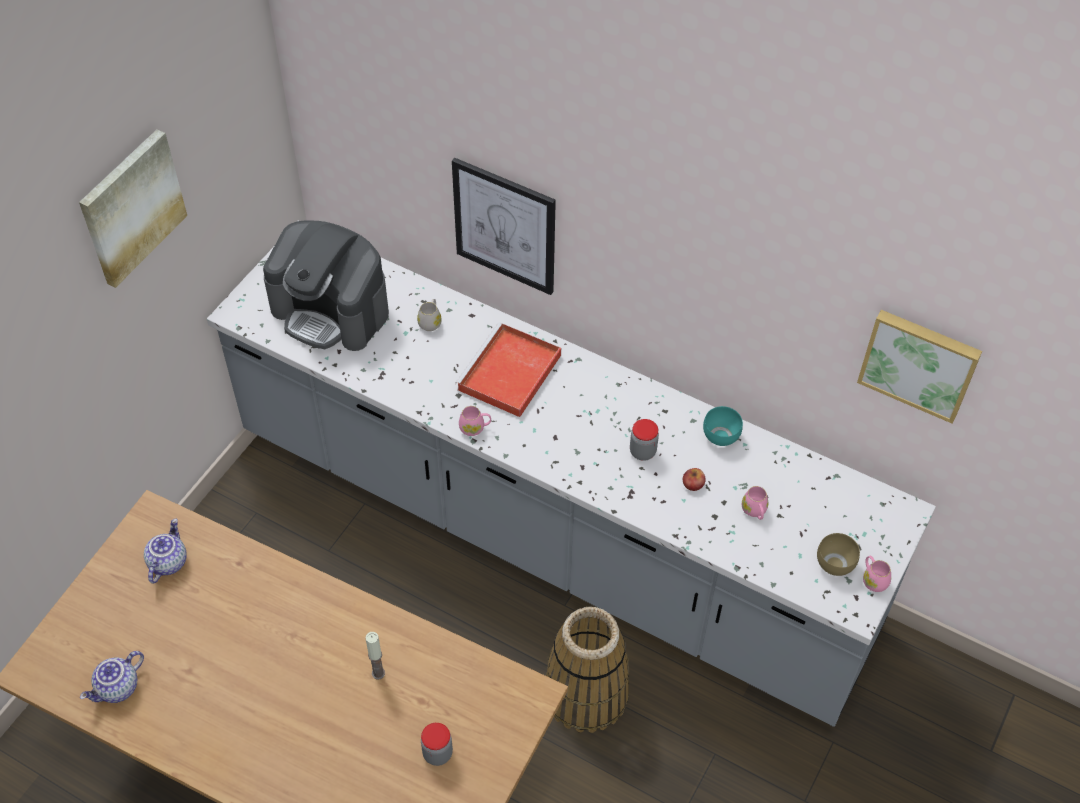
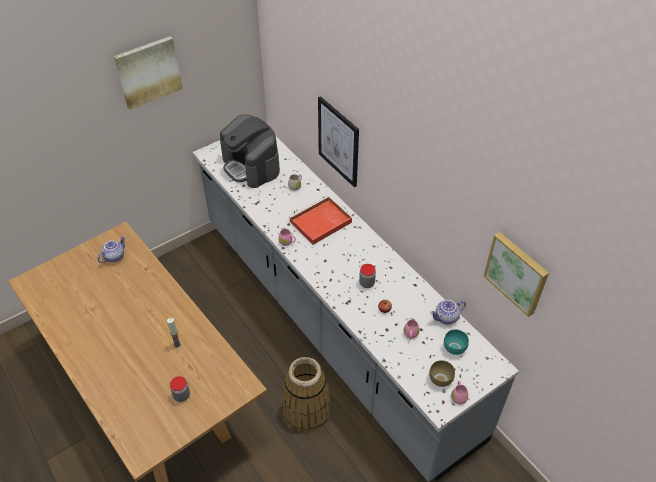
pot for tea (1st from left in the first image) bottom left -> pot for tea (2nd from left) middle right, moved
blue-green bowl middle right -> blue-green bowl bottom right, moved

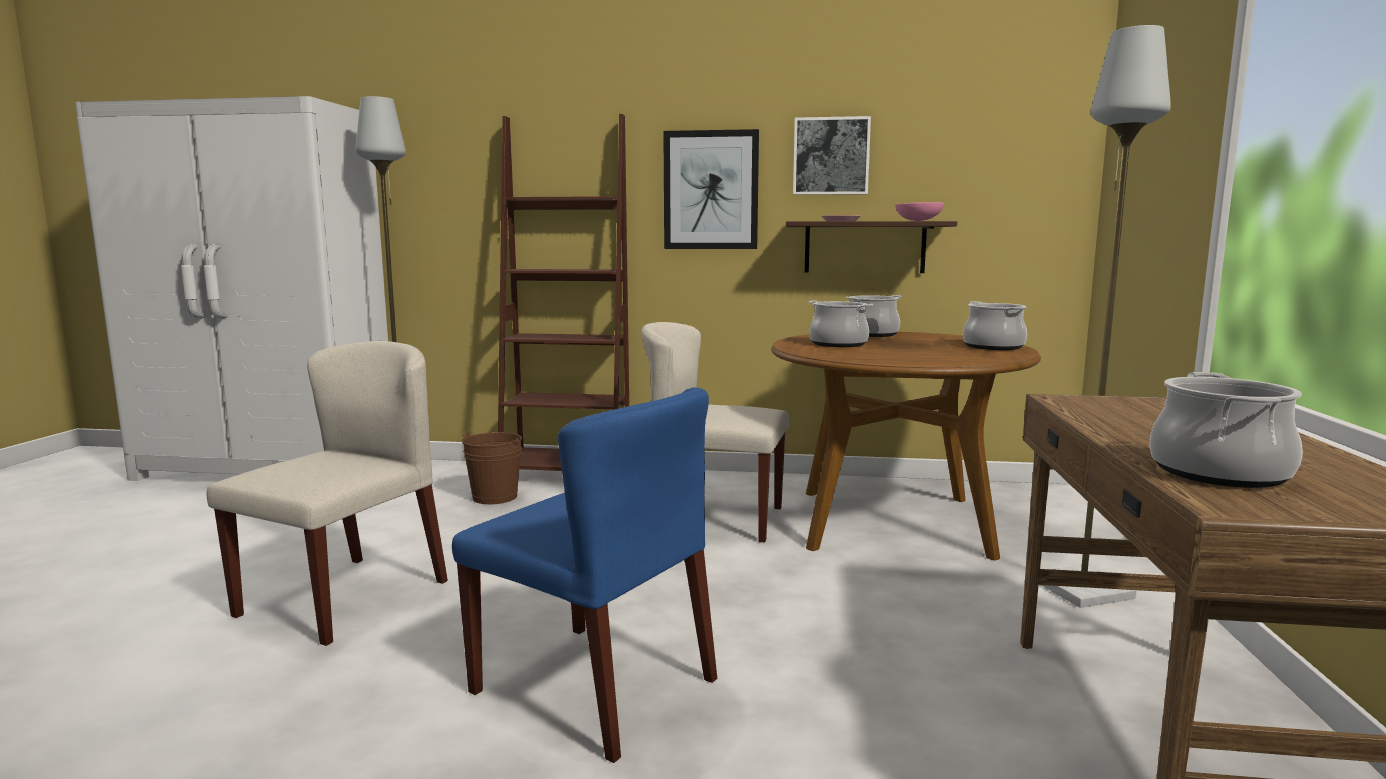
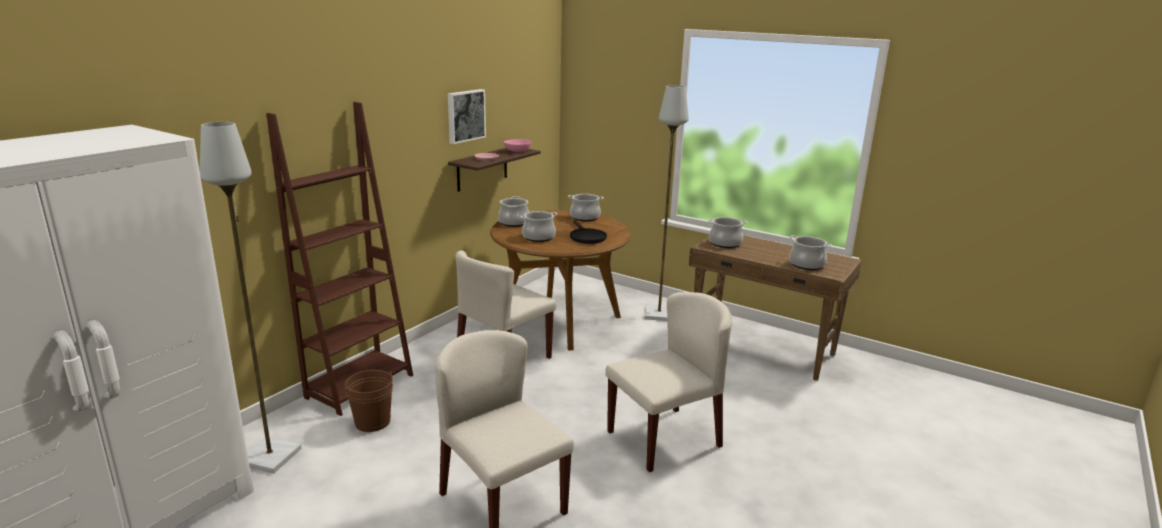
blue-coloured plain chair bottom centre -> beige plain chair (3rd from left) bottom centre
wall art (1st from left) top centre -> none
none -> black-coloured pan centre
none -> stockpot (4th from left) centre

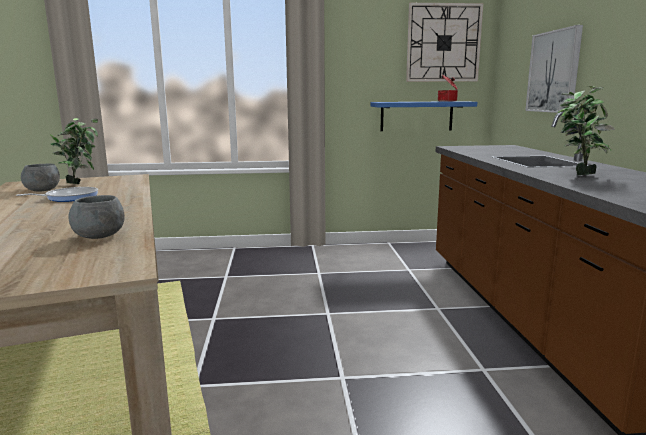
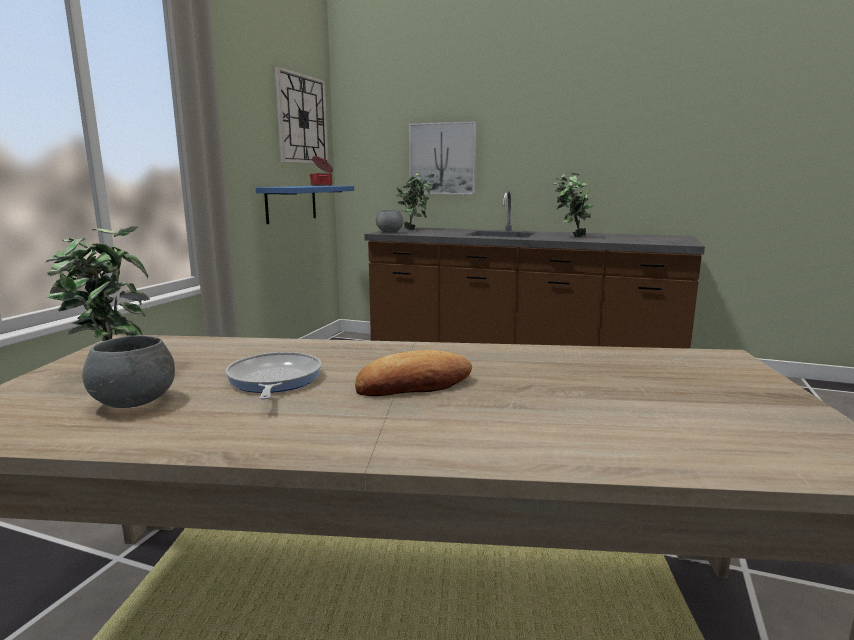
greyish bowl (2nd from left) middle left -> greyish bowl (2nd from left) centre, moved
none -> bakery bread centre
none -> plant in a pot (2nd from left) top centre

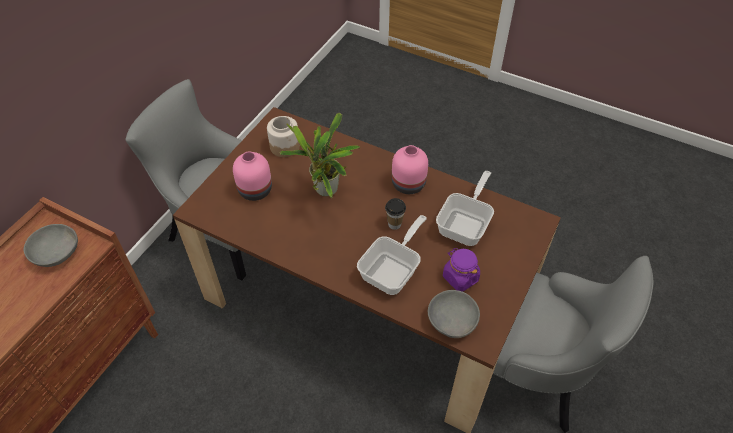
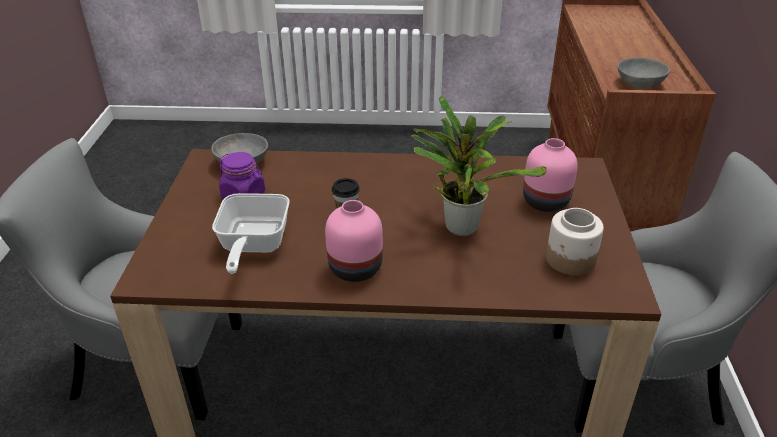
pan (1st from left) centre -> none

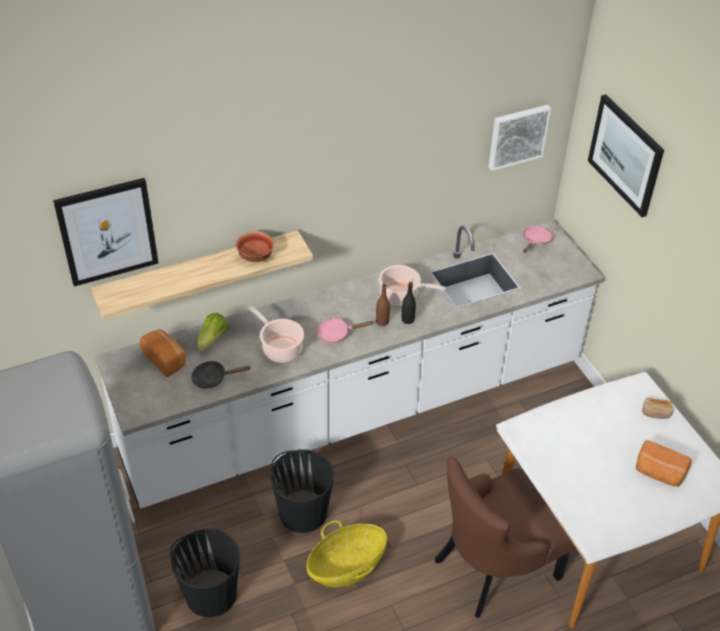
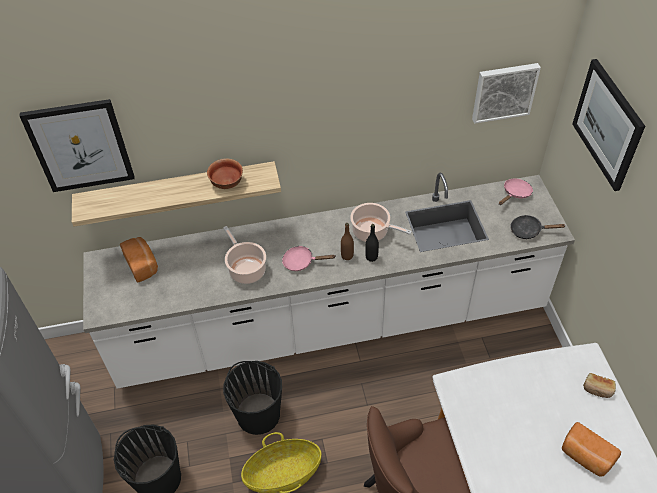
black-coloured pan middle left -> black-coloured pan middle right, moved
lettuce head middle left -> none

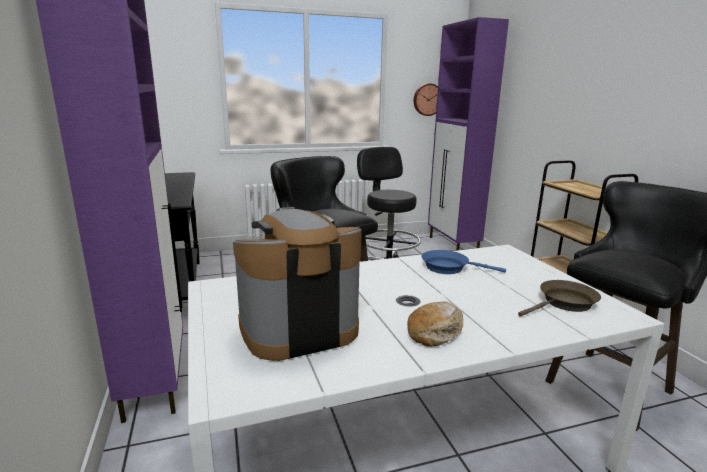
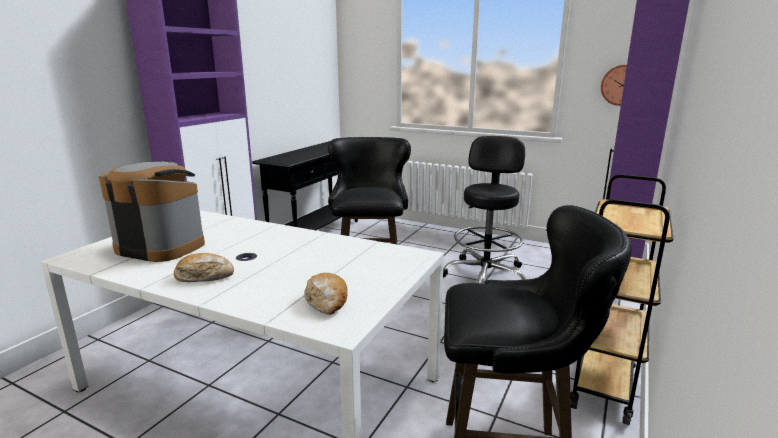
blue-coloured pan centre -> none
brown-coloured pan middle right -> bakery bread (2nd from left) bottom centre

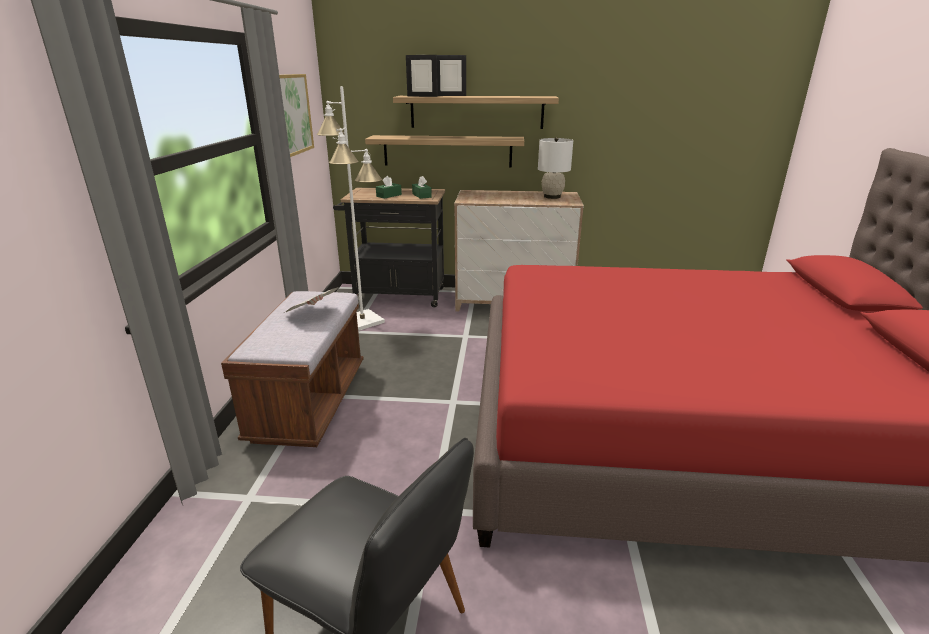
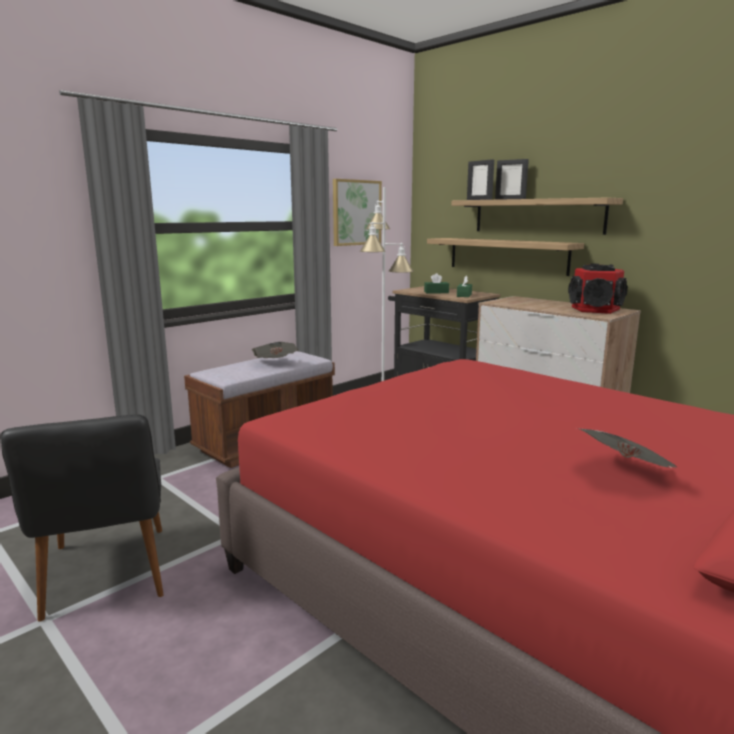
white-coloured lamp for a table top centre -> speaker middle right
none -> daily paper (2nd from left) middle right

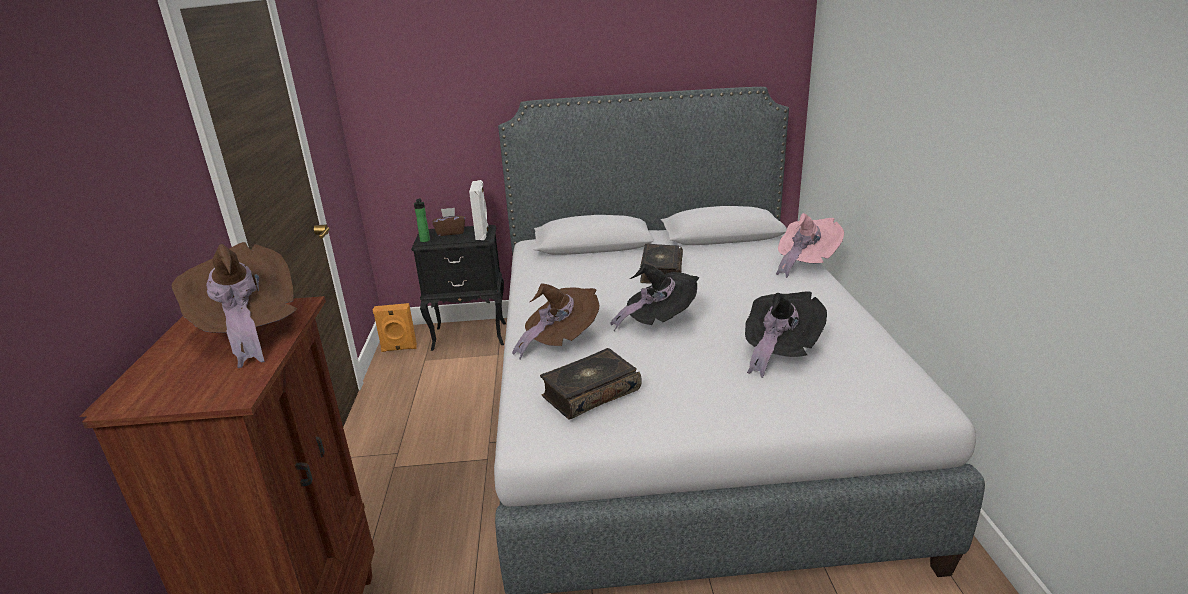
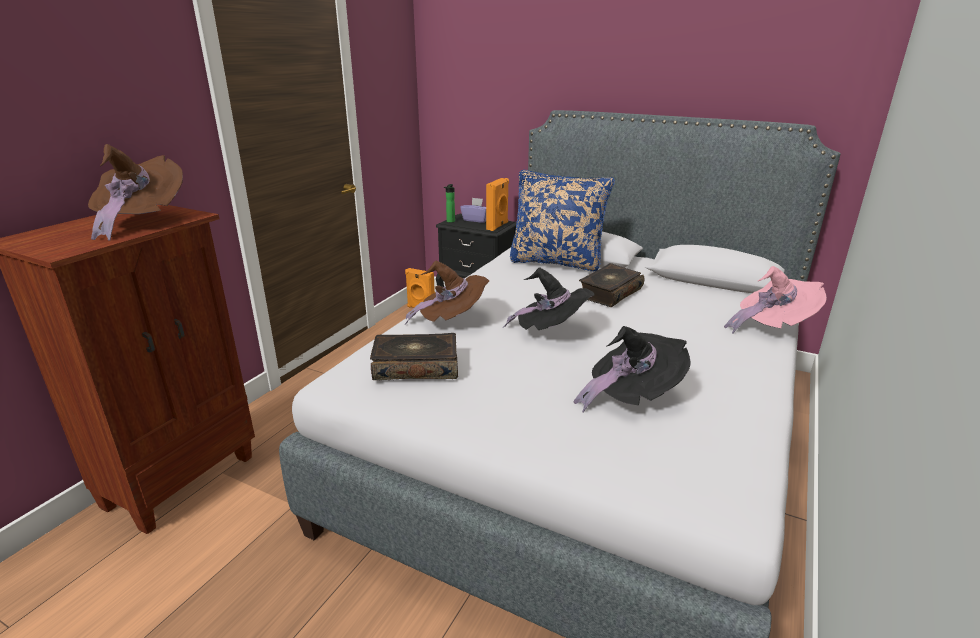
brown-coloured box of tissues centre -> purple-coloured box of tissues top centre
white-coloured speaker centre -> orange speaker (2nd from left) top centre
none -> blue-coloured pillow centre

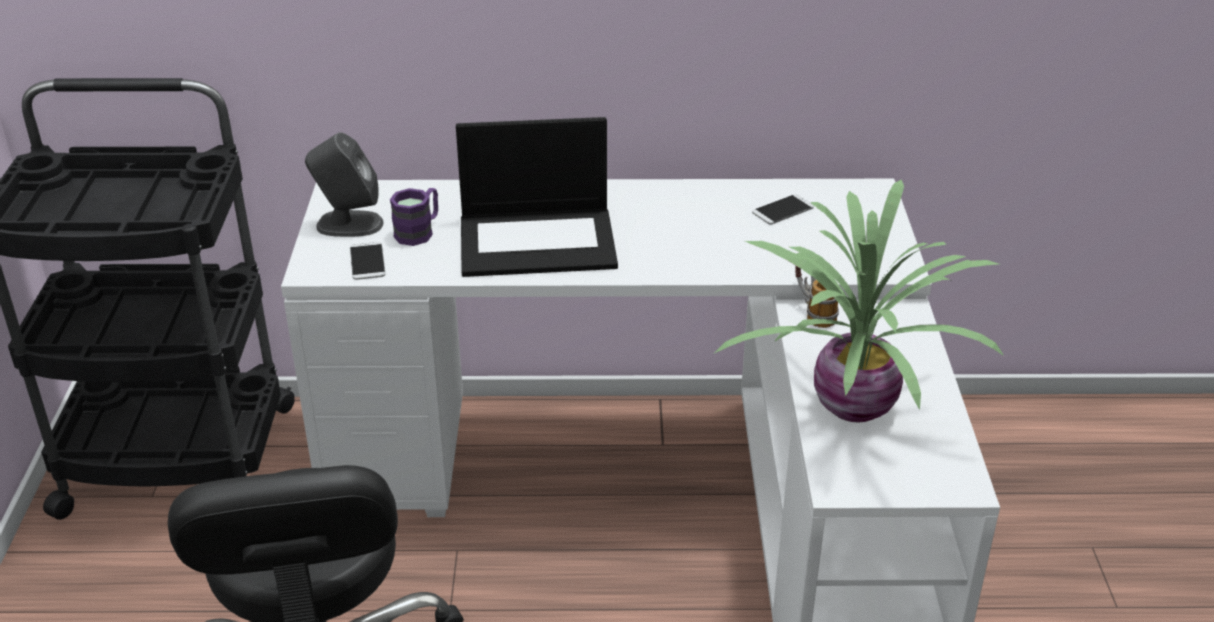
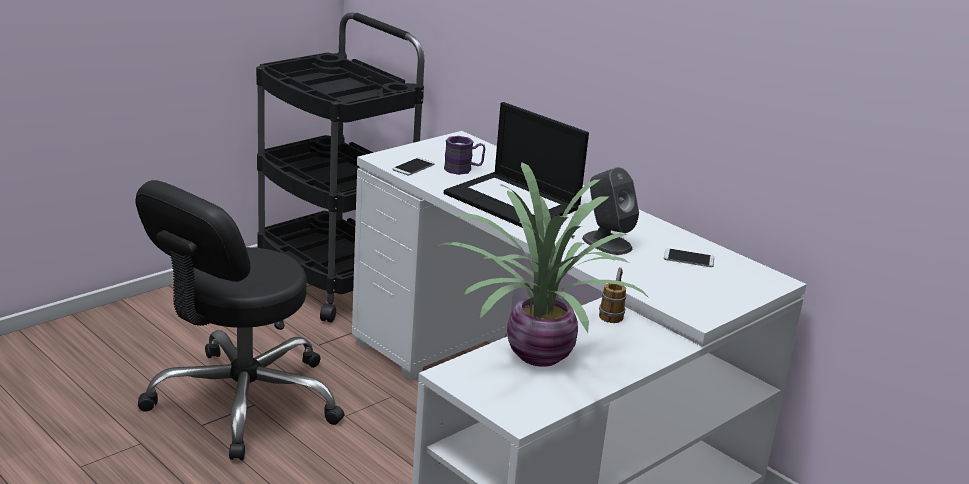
greyish speaker top left -> greyish speaker centre, moved

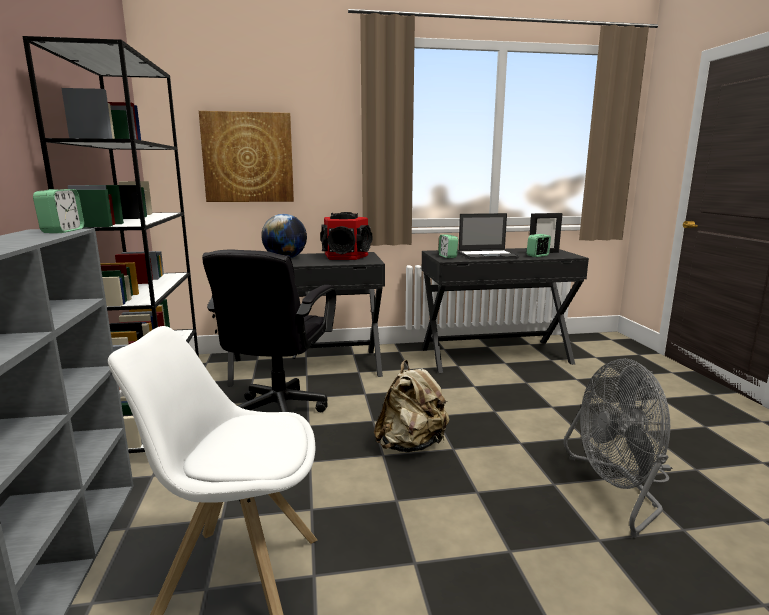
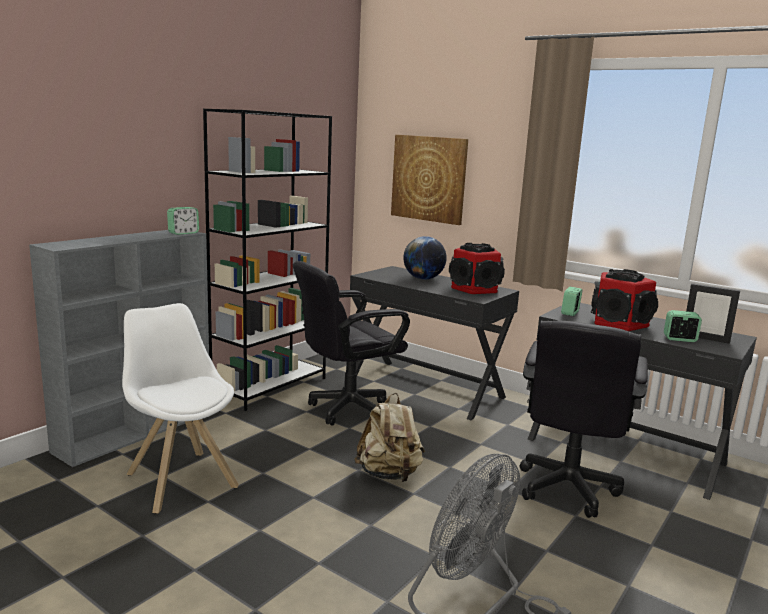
portable computer centre -> speaker (2nd from left) middle right
none -> black-coloured office chair (2nd from left) bottom right

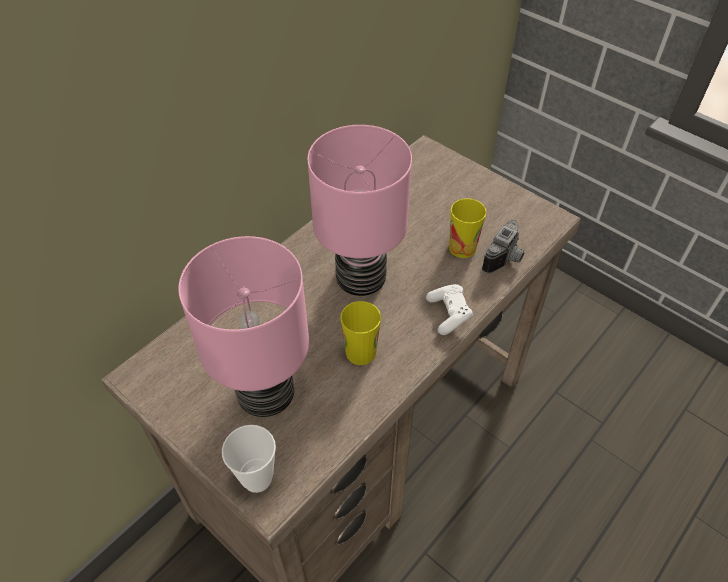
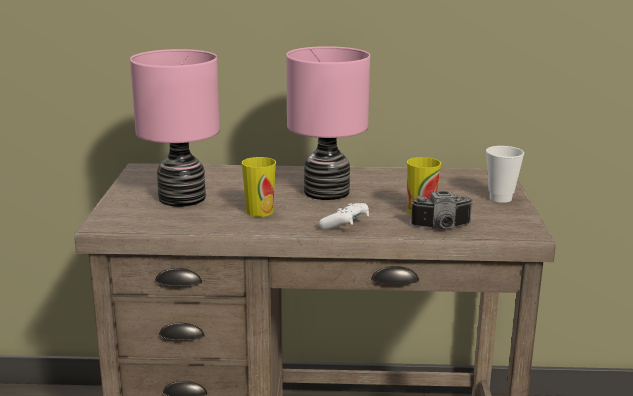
small cup (1st from left in the first image) bottom centre -> small cup (3rd from left) middle right, moved

